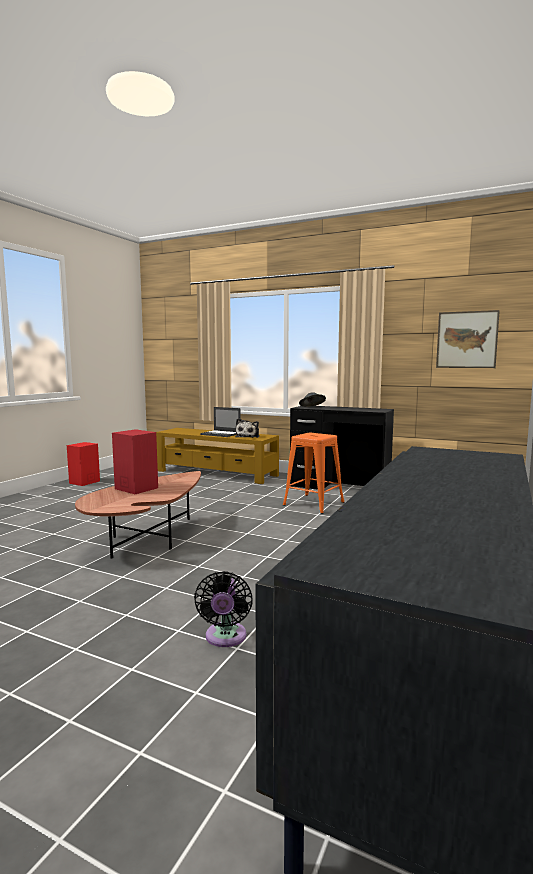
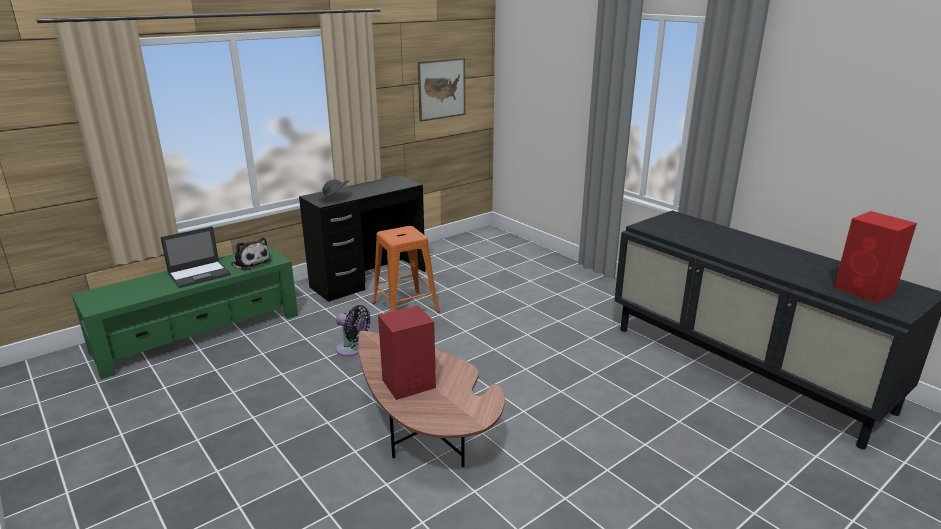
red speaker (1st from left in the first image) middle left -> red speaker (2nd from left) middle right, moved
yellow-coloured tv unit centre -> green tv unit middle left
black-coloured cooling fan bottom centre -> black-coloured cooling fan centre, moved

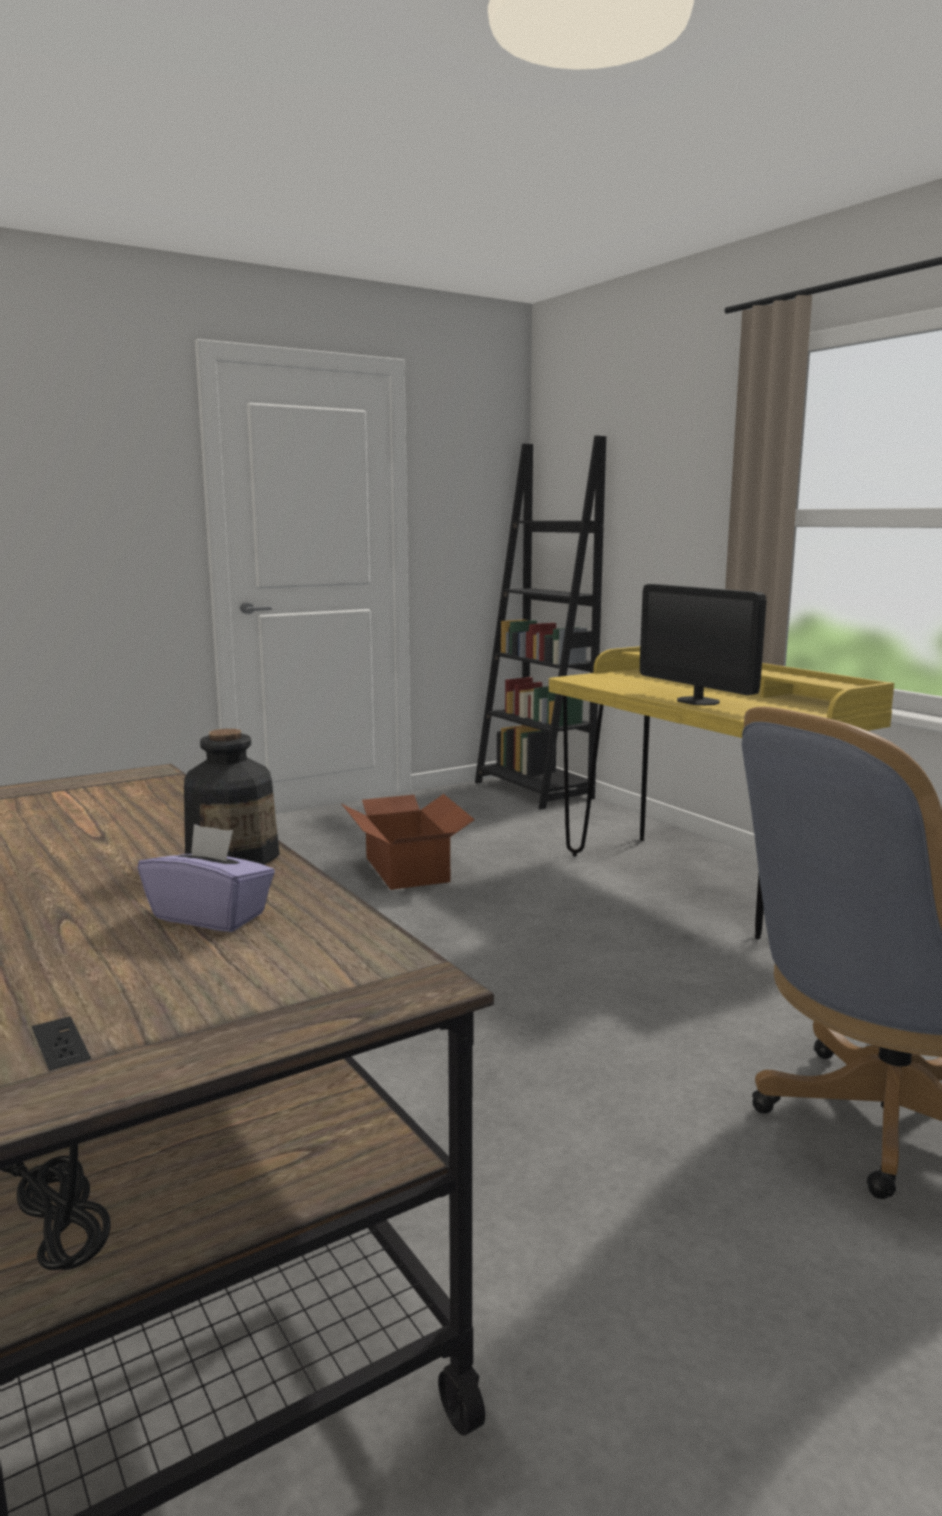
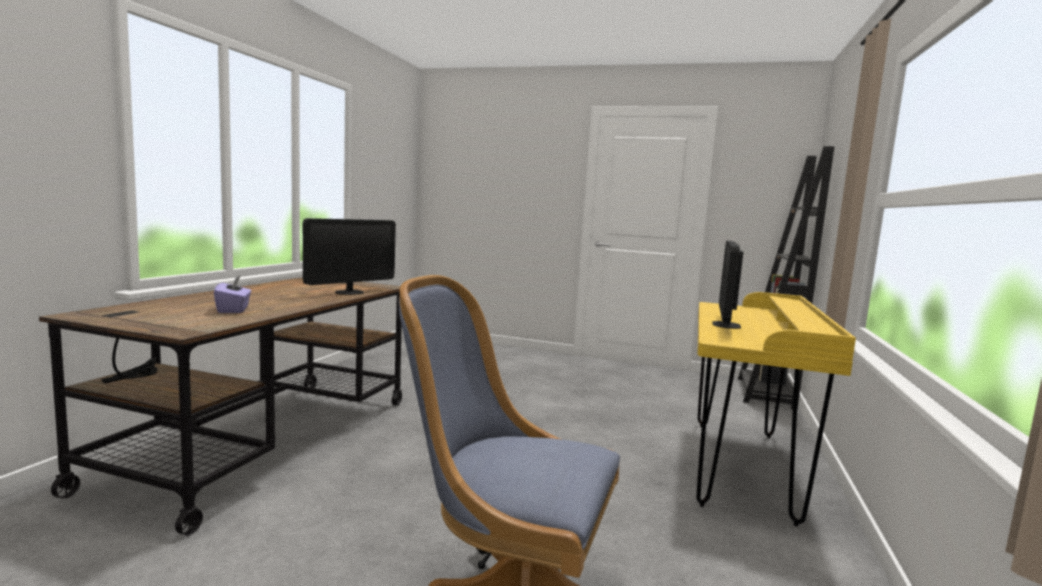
drink bottle middle left -> none
packing box centre -> none
none -> monitor (1st from left) centre

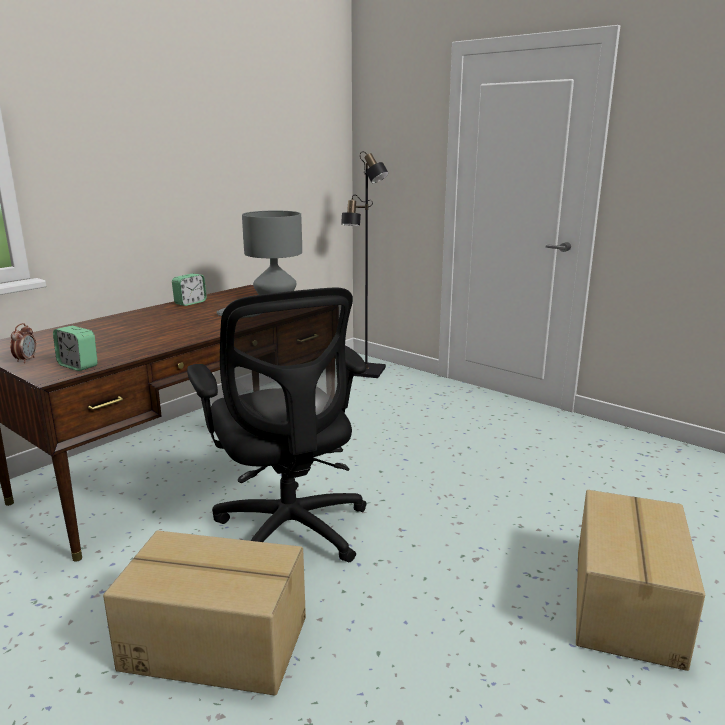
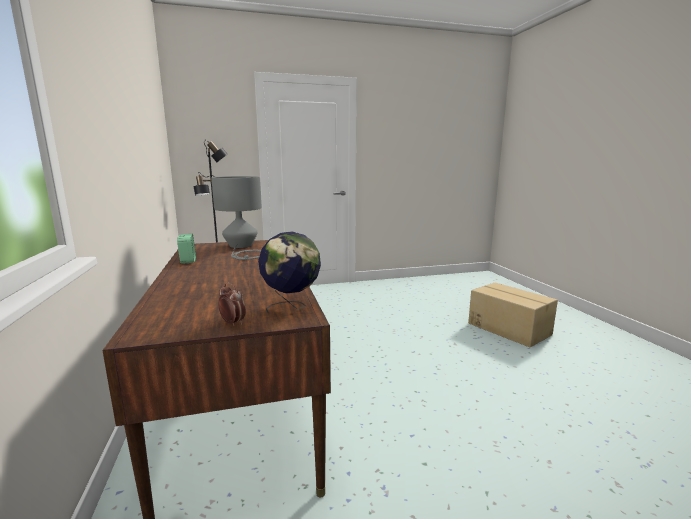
alarm clock (2nd from left) middle left -> world globe centre
packing box (1st from left) bottom left -> none
black-coloured office chair centre -> none

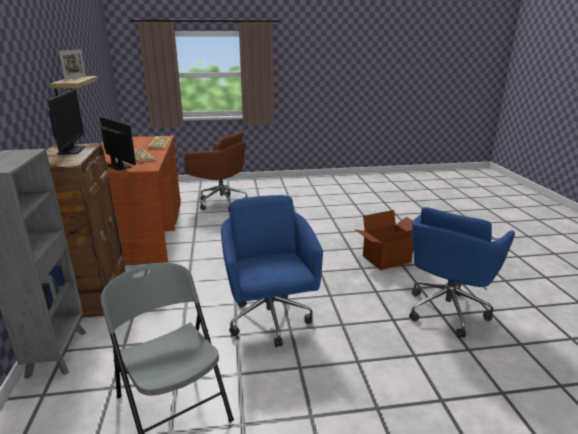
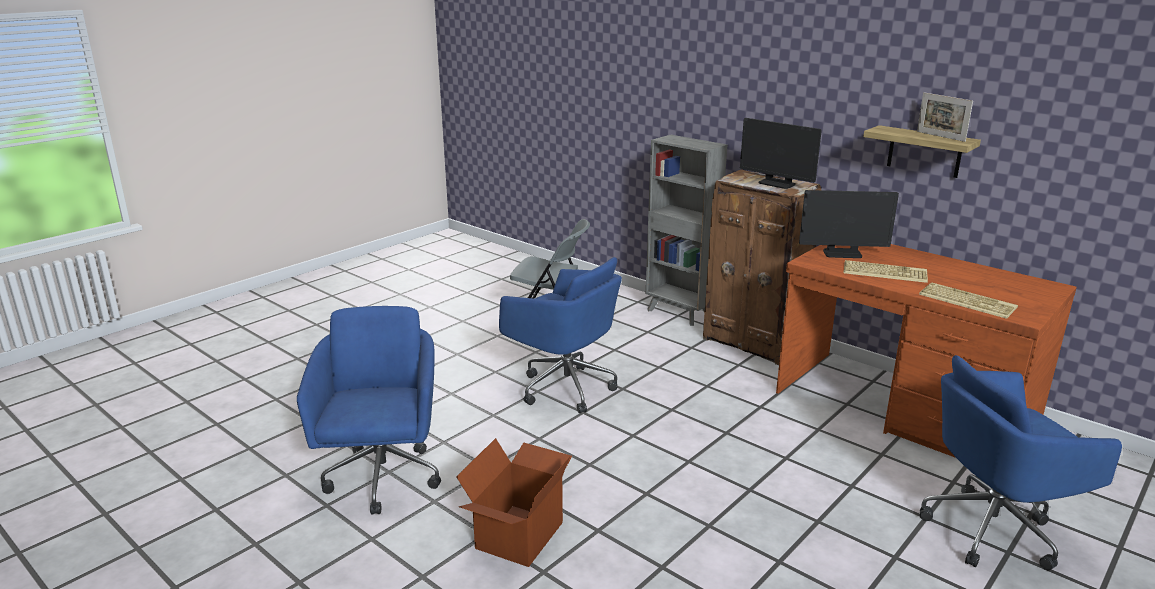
brown-coloured office chair centre -> blue-coloured office chair (3rd from left) bottom right

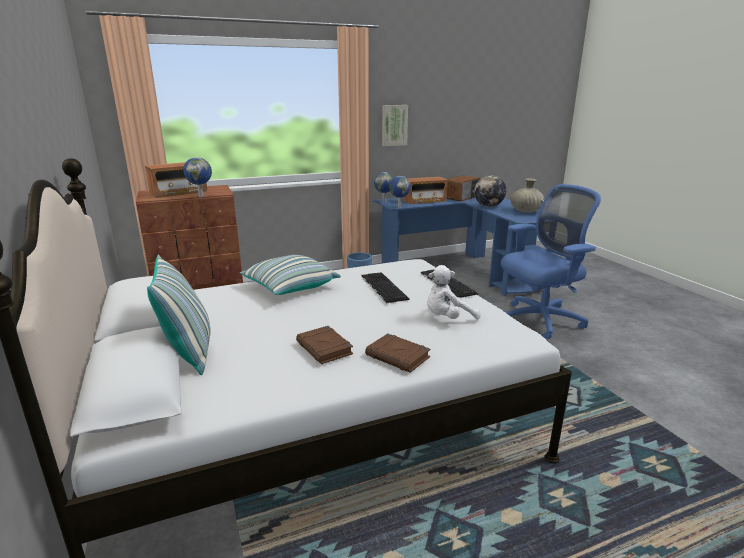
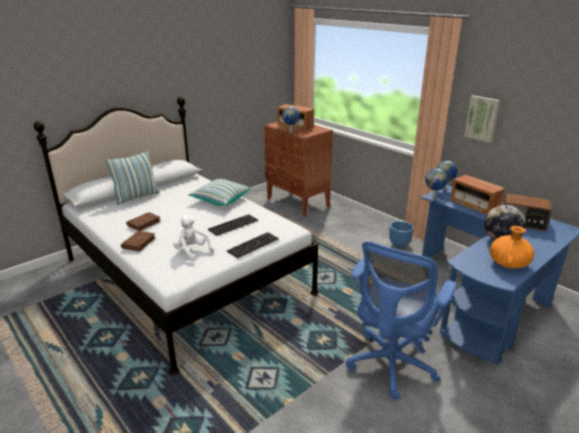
blue-coloured office chair middle right -> blue-coloured office chair bottom right, 75 degrees clockwise
beige decorative vase middle right -> orange decorative vase middle right

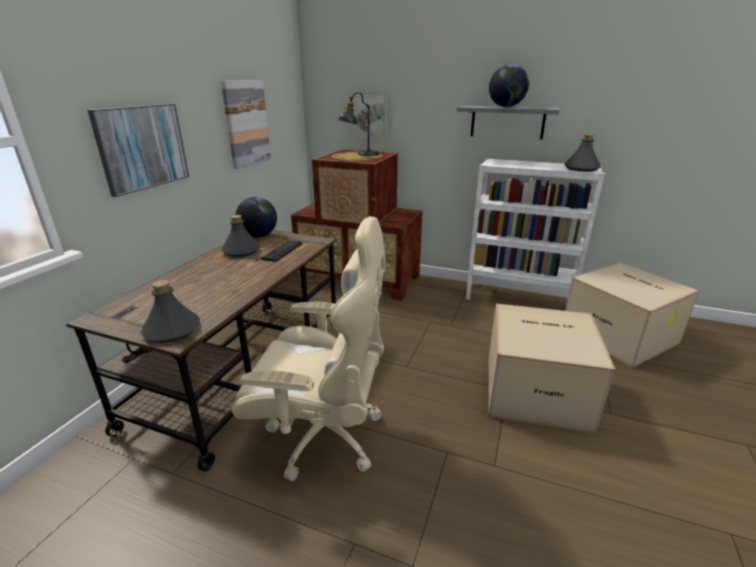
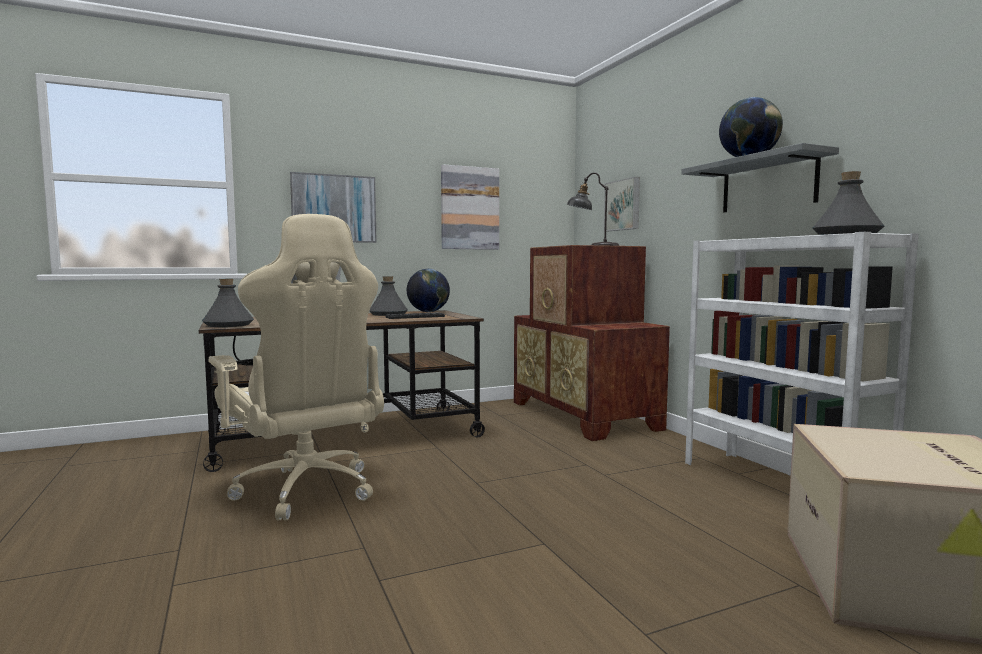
packing box (1st from left) middle right -> none

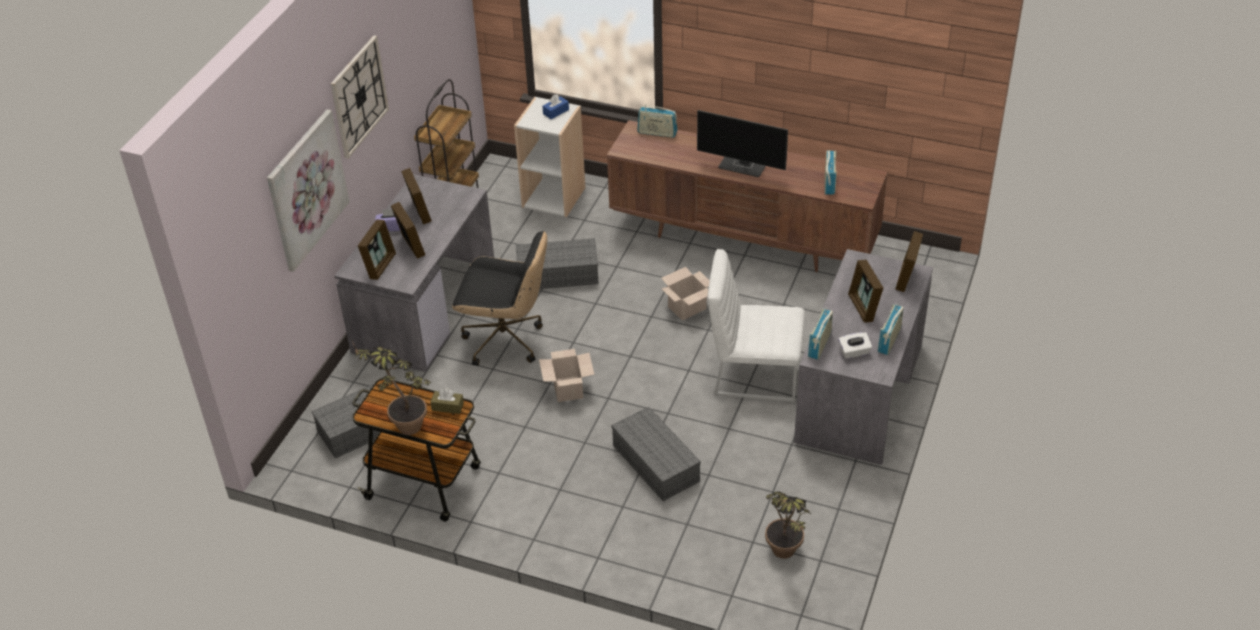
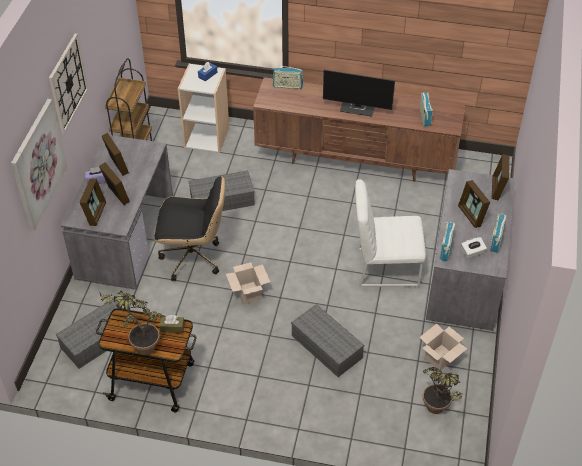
packing box (2nd from left) centre -> packing box (2nd from left) bottom right, moved

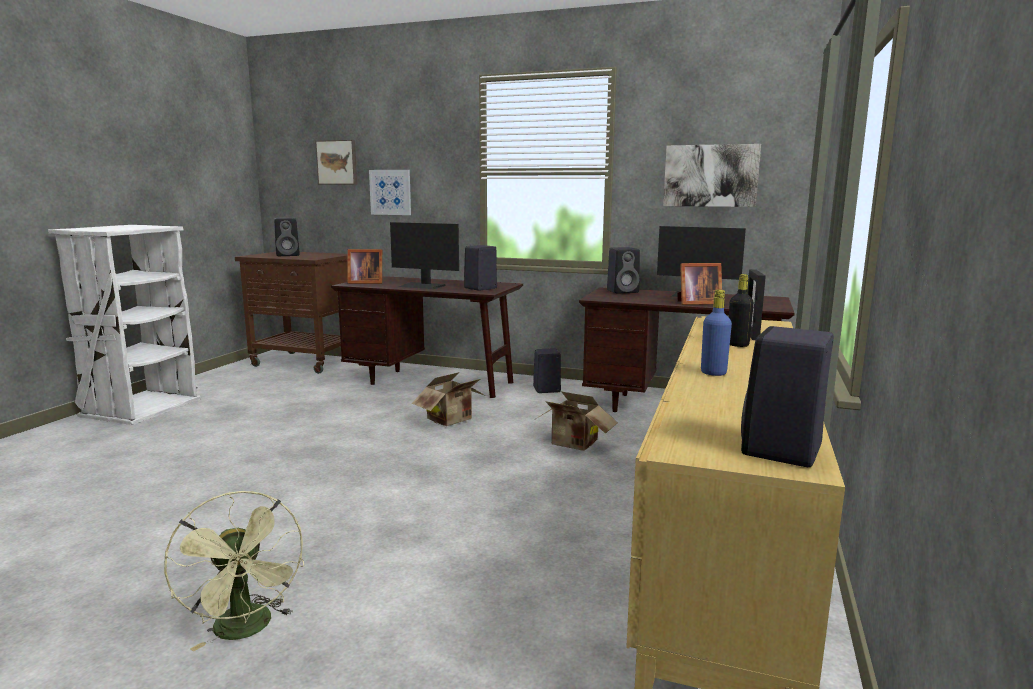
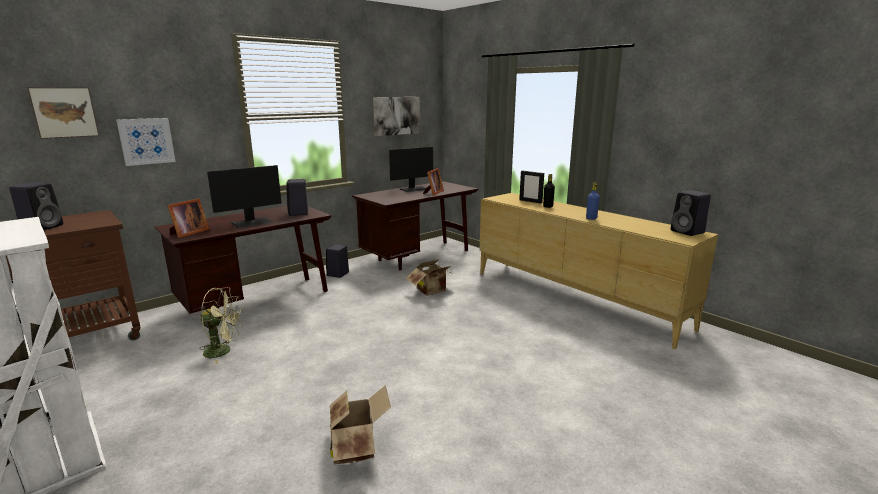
green cooling fan bottom left -> green cooling fan middle left, moved
packing box (1st from left) centre -> packing box (1st from left) bottom centre, moved
black-coloured speaker (4th from left) centre -> none

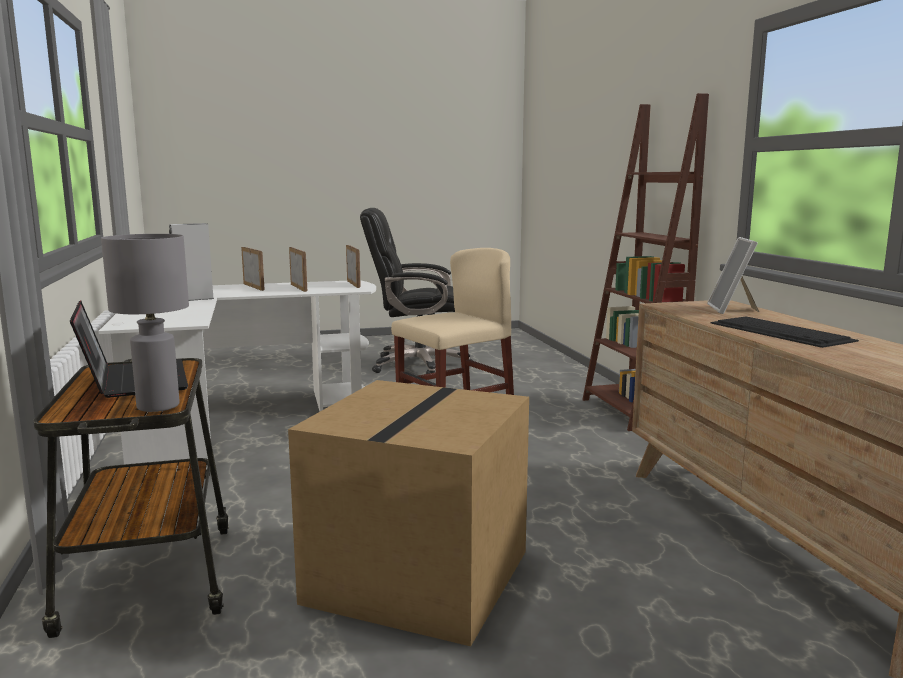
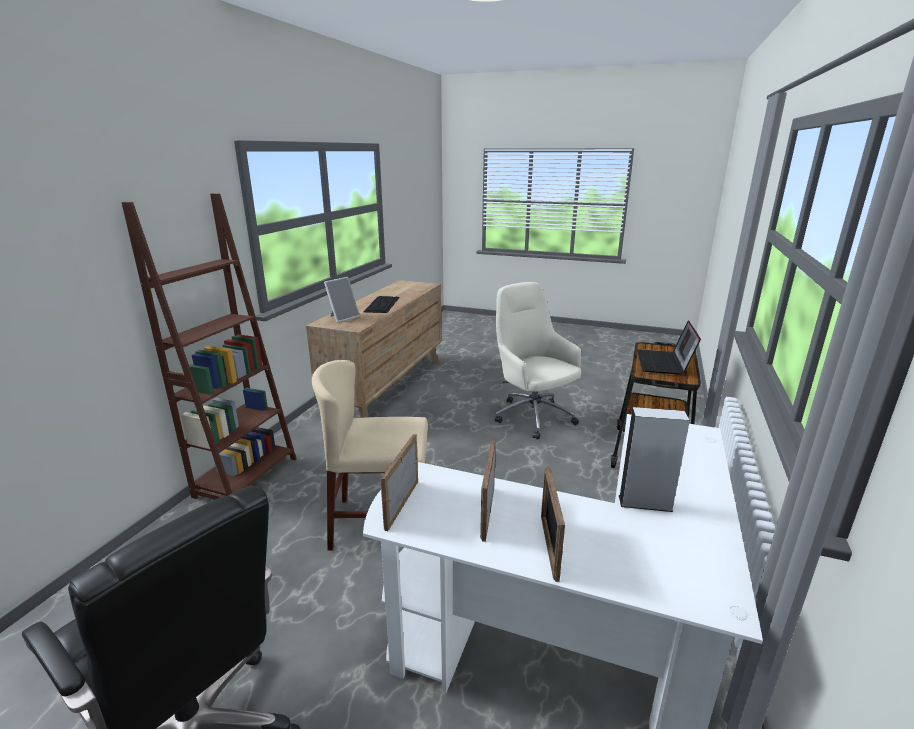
greyish lamp for a table middle left -> none
packing box bottom centre -> beige office chair centre

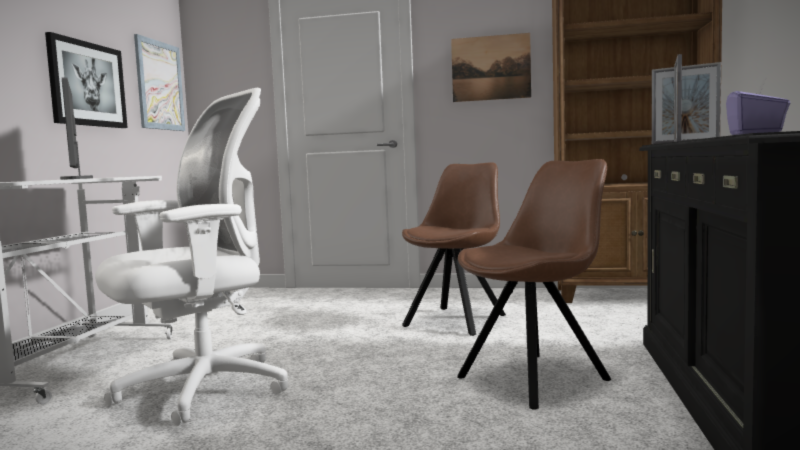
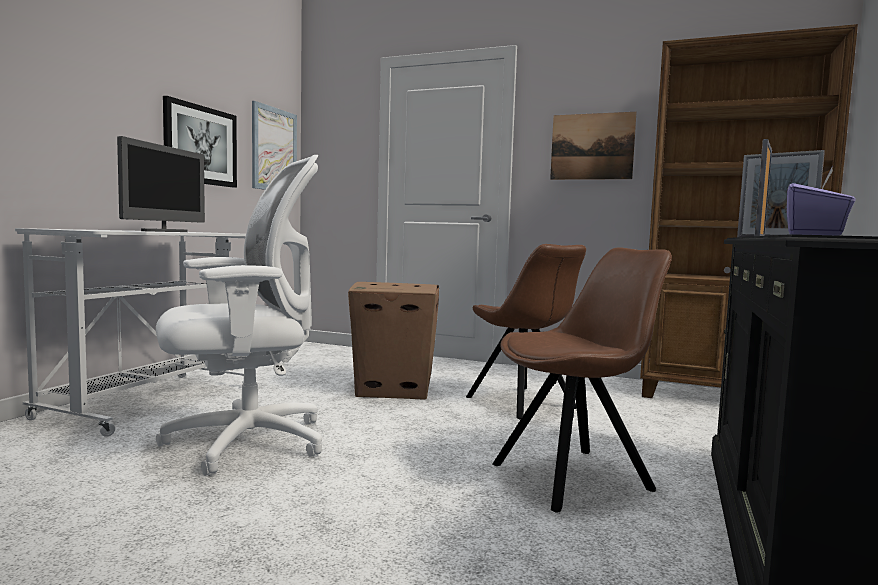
monitor top left, 150 degrees counterclockwise
brown-coloured plain chair (1st from left) centre, 105 degrees clockwise
none -> packing box centre

